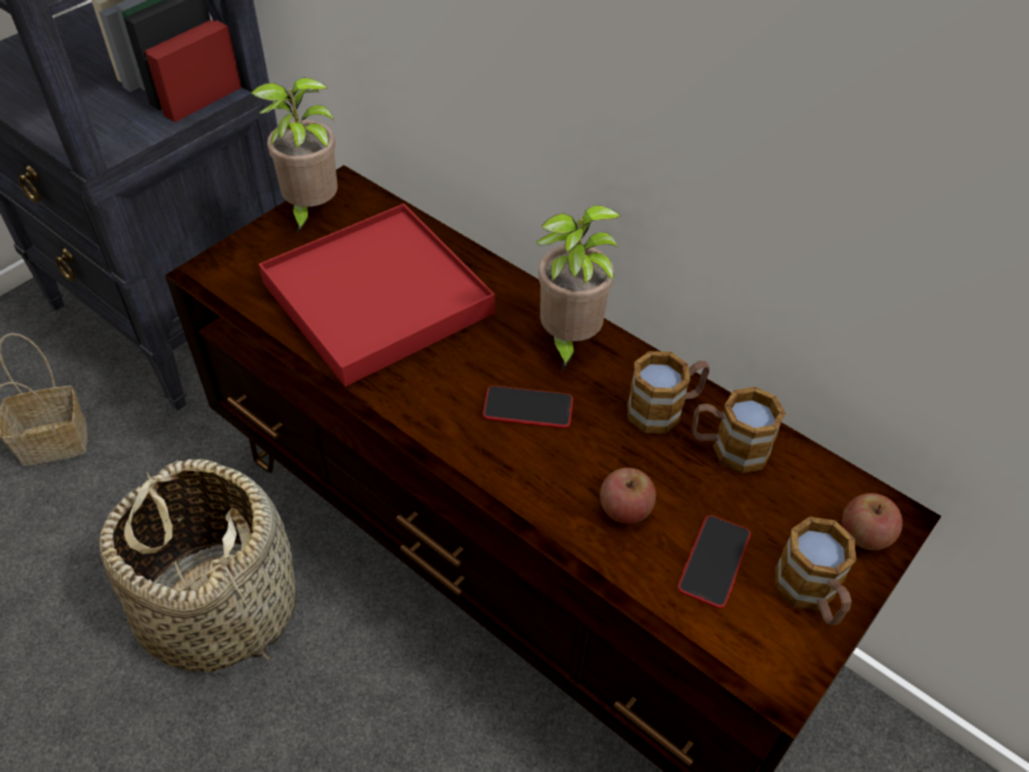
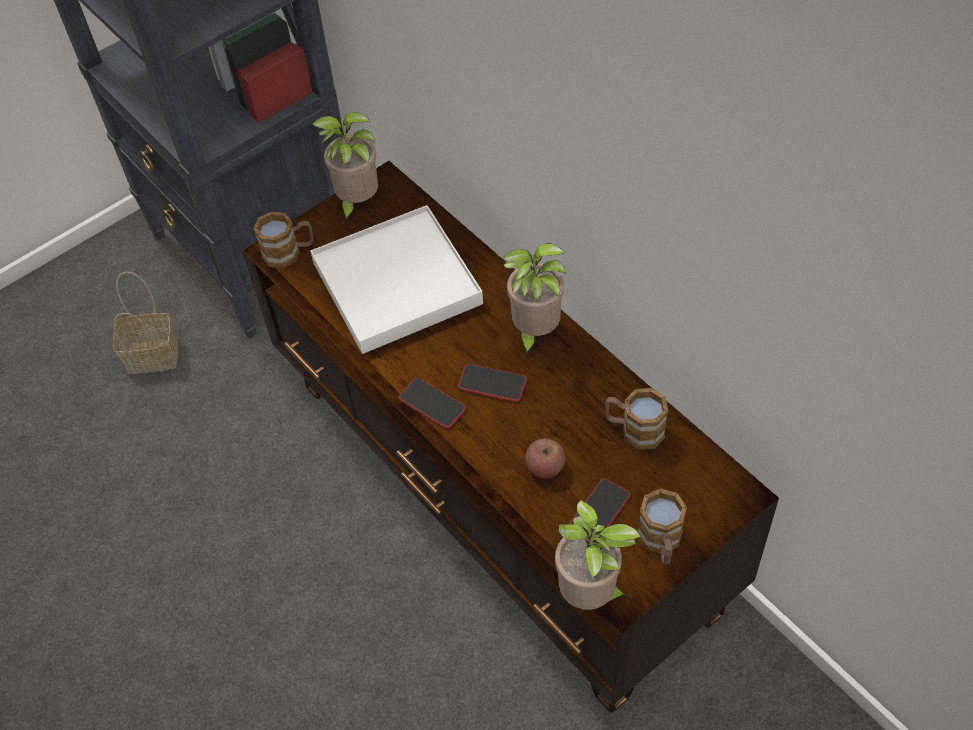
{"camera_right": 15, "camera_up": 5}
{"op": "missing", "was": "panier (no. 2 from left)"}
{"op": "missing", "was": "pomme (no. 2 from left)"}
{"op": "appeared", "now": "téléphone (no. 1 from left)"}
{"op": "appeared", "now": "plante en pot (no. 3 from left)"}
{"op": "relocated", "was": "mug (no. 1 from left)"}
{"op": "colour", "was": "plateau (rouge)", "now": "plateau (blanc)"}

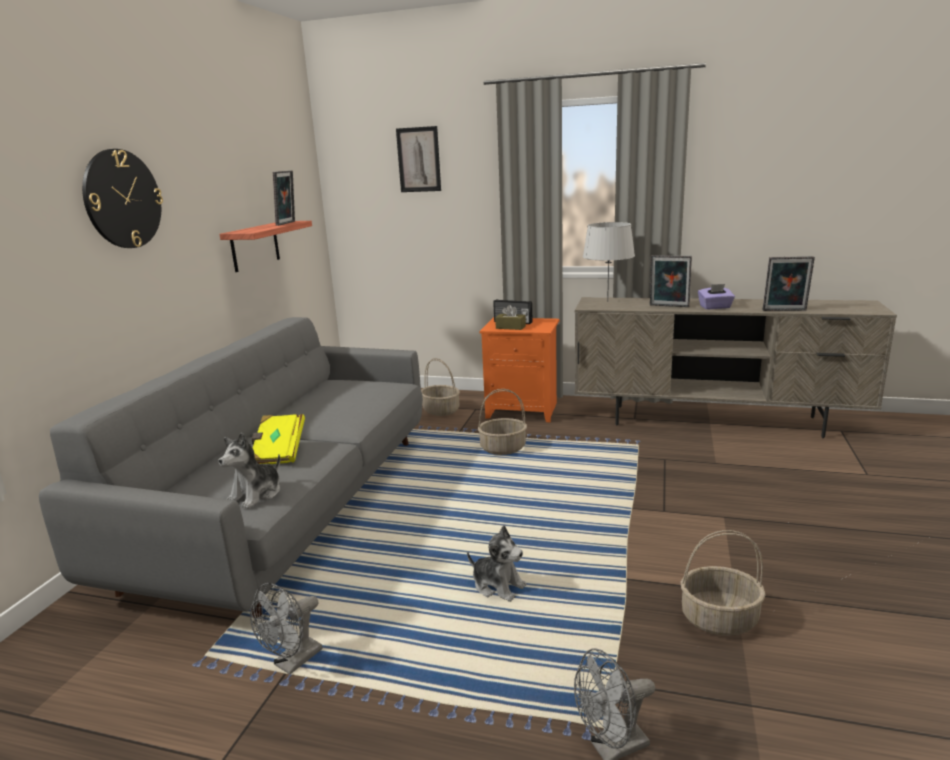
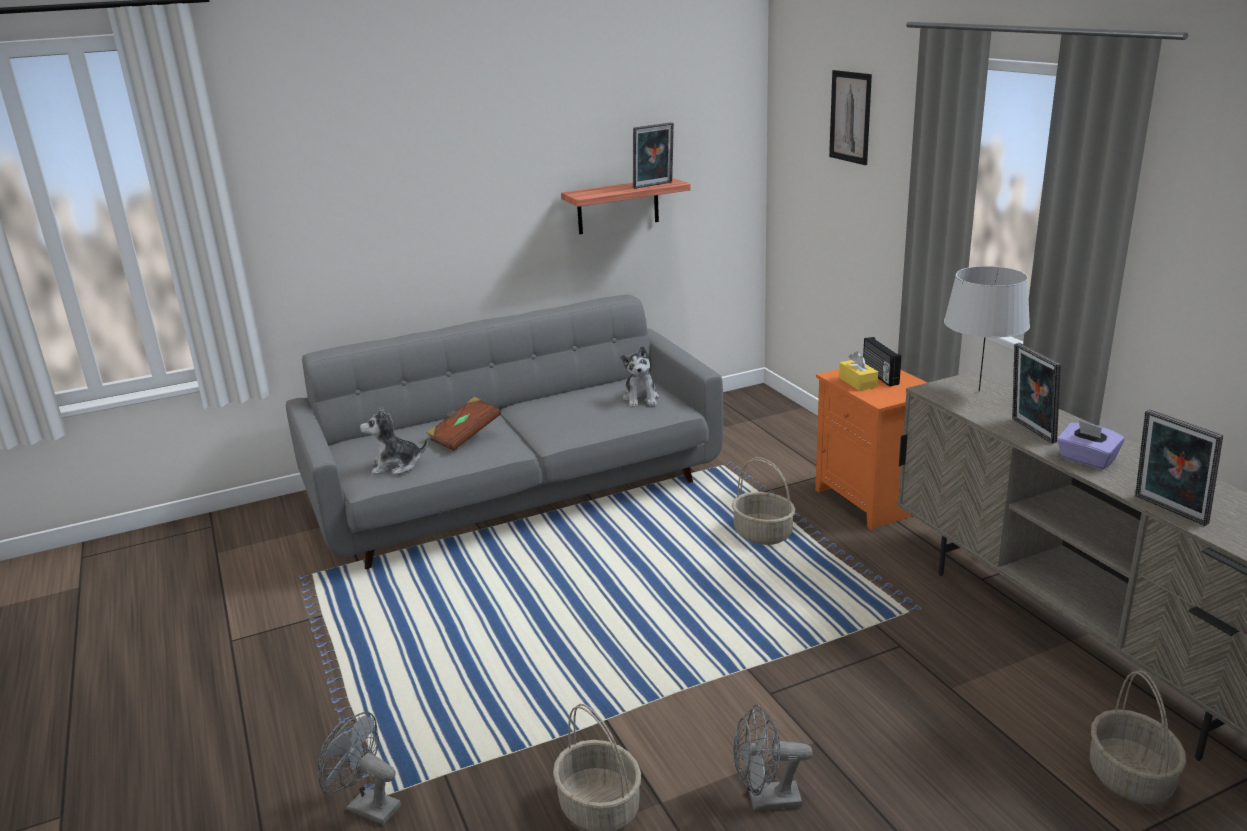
{"camera_right": 50, "camera_up": 5}
{"op": "missing", "was": "horloge murale"}
{"op": "relocated", "was": "ventilateur (gris) (no. 1 from left in the first image)", "now": "ventilateur (gris) (no. 2 from left)"}
{"op": "relocated", "was": "panier (no. 1 from left in the first image)", "now": "panier (no. 3 from left)"}
{"op": "relocated", "was": "peluche (no. 2 from left)"}
{"op": "colour", "was": "livre (jaune)", "now": "livre (marron)"}
{"op": "colour", "was": "boîte à mouchoirs (marron)", "now": "boîte à mouchoirs (jaune)"}

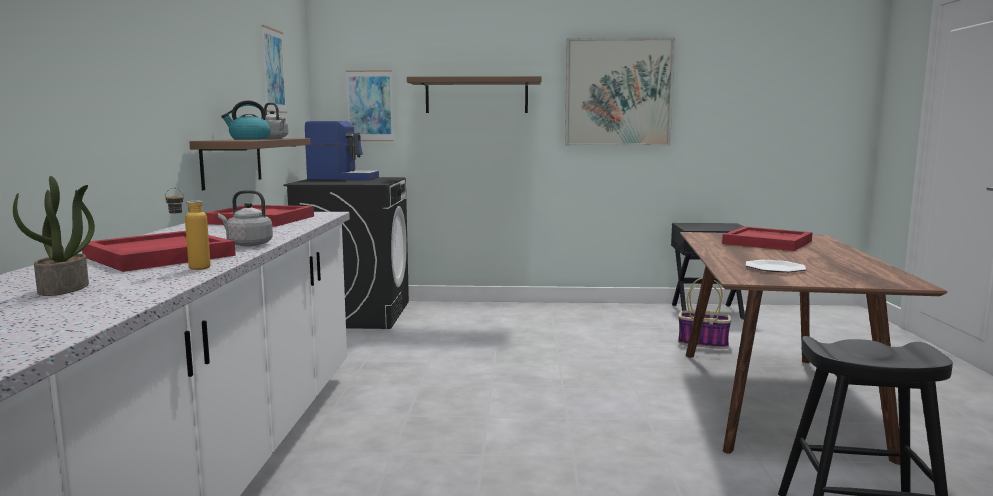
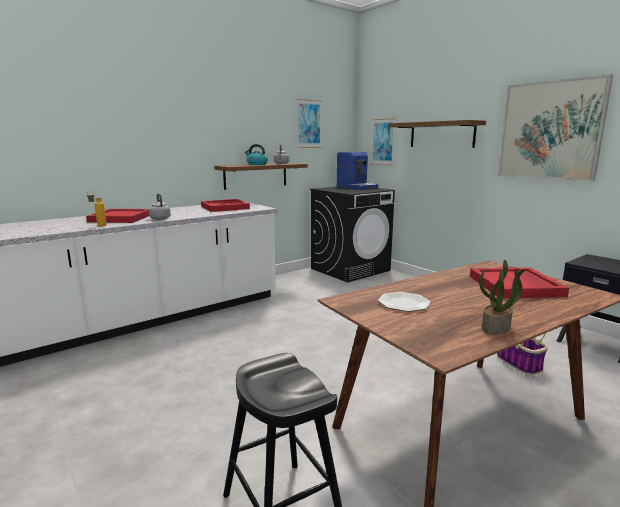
{"camera_right": 50, "camera_up": 5}
{"op": "relocated", "was": "plante en pot"}

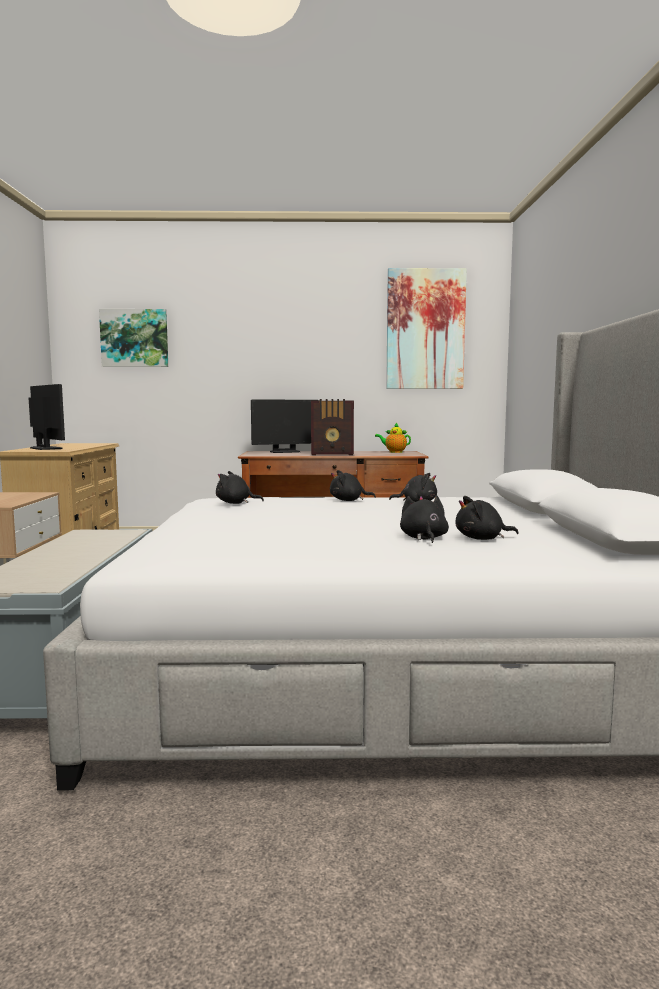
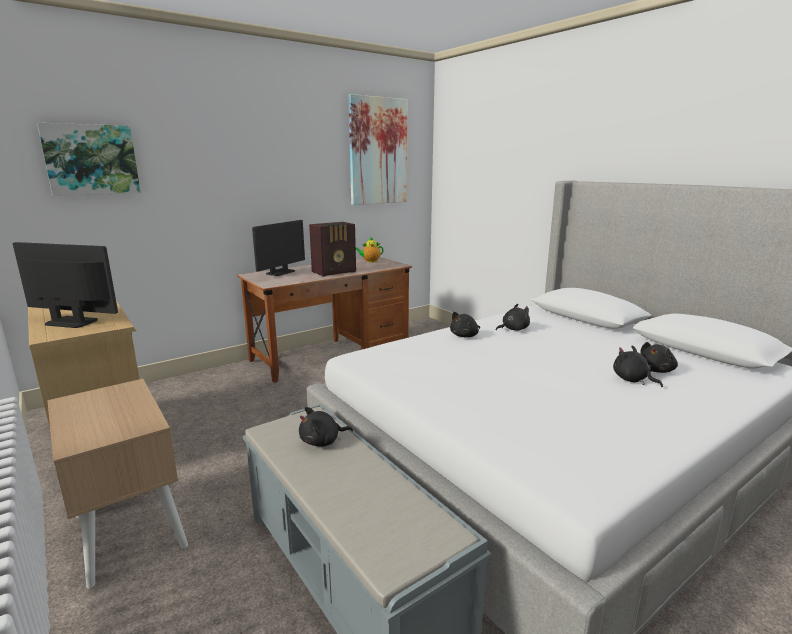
{"camera_right": -35, "camera_up": 10}
{"op": "relocated", "was": "peluche (noir) (no. 1 from left)"}

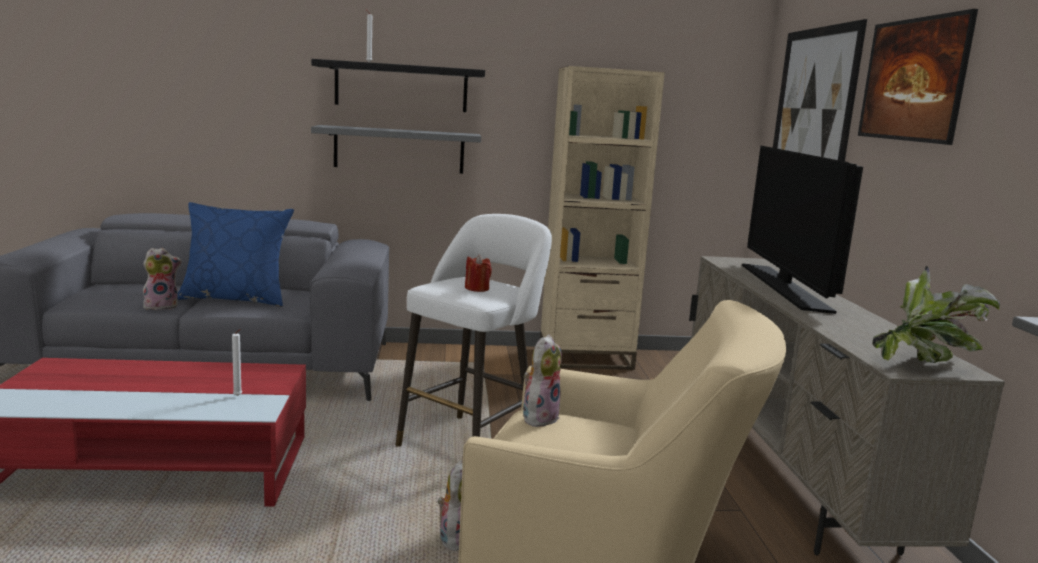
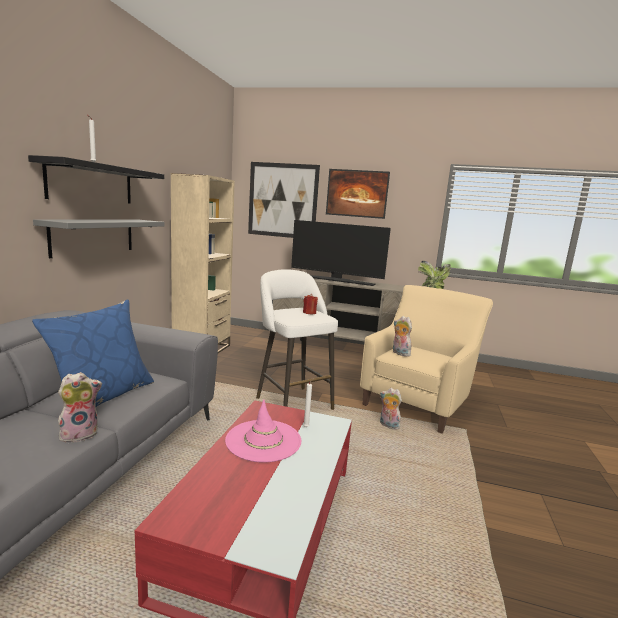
{"camera_right": -70, "camera_up": 0}
{"op": "appeared", "now": "chapeau (rose)"}
{"op": "spun", "was": "peluche (no. 1 from left)", "clockwise": 60}

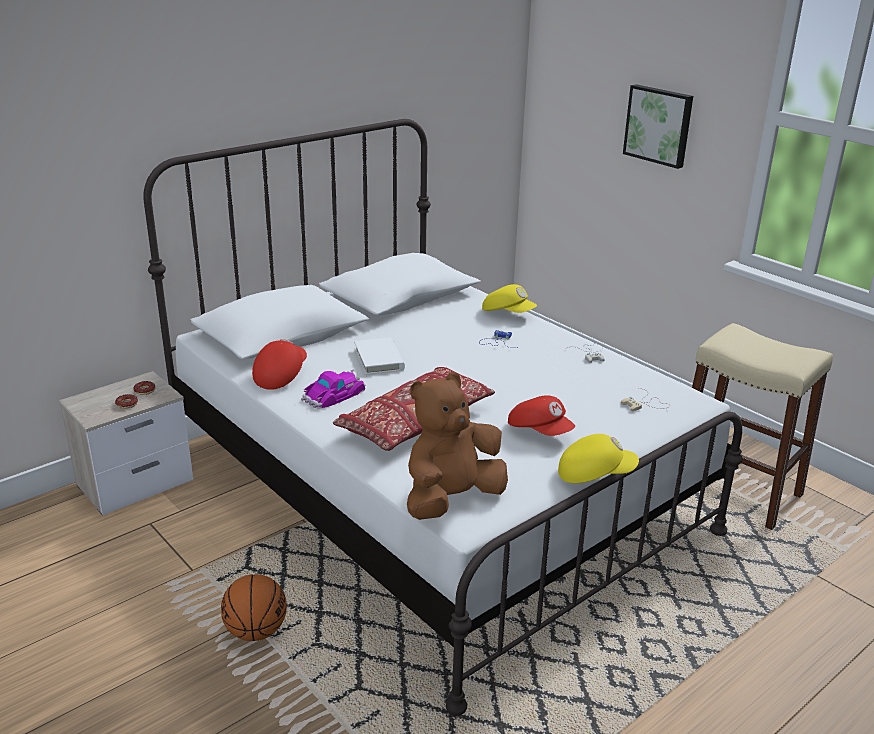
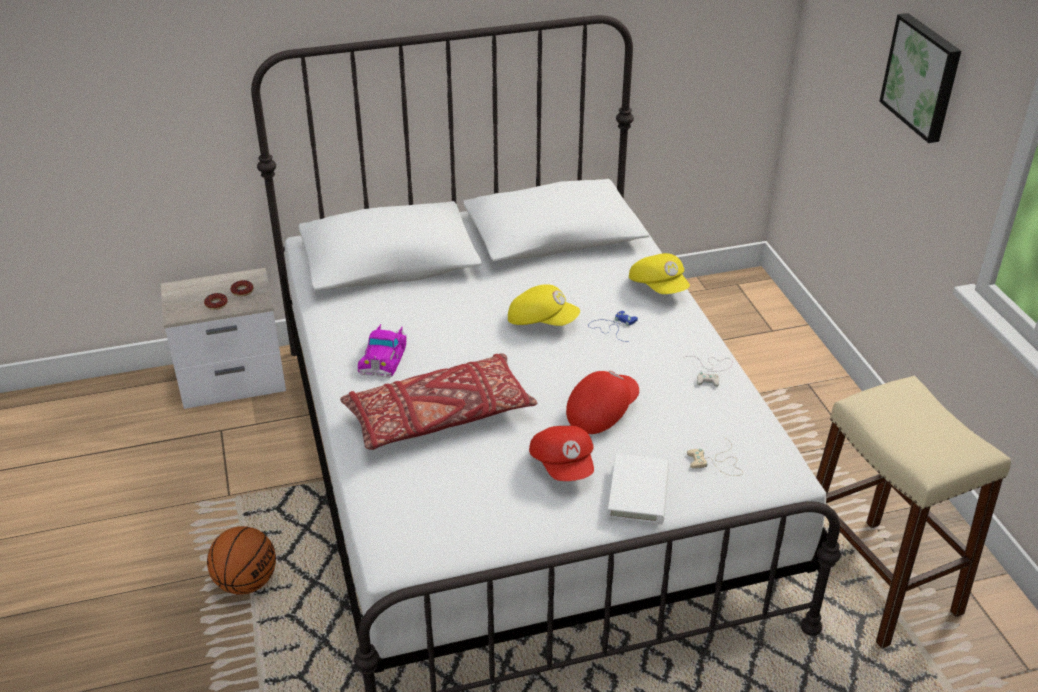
{"camera_right": 25, "camera_up": 10}
{"op": "missing", "was": "peluche (marron)"}
{"op": "relocated", "was": "casquette (rouge) (no. 1 from left in the first image)", "now": "casquette (rouge) (no. 2 from left)"}
{"op": "relocated", "was": "livre (blanc)"}
{"op": "relocated", "was": "casquette (jaune) (no. 2 from left in the first image)", "now": "casquette (jaune) (no. 1 from left)"}
{"op": "spun", "was": "petite voiture", "clockwise": 120}

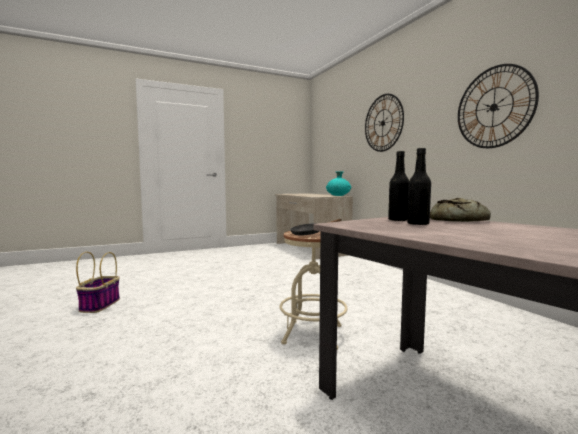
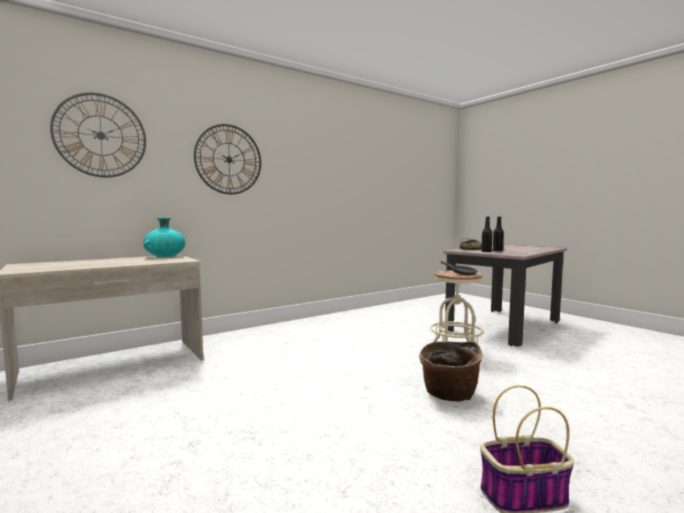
{"camera_right": -100, "camera_up": 0}
{"op": "appeared", "now": "panier (no. 1 from left)"}
{"op": "relocated", "was": "horloge murale (no. 2 from left in the first image)", "now": "horloge murale (no. 1 from left)"}

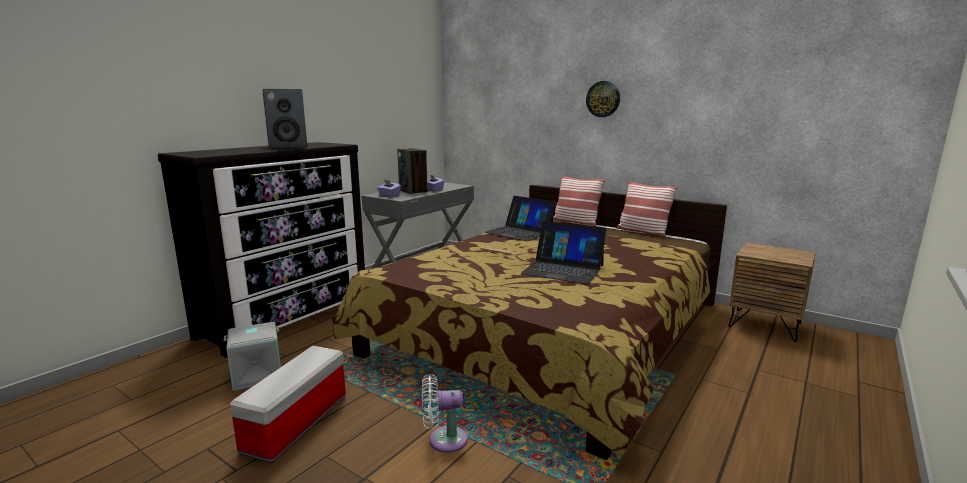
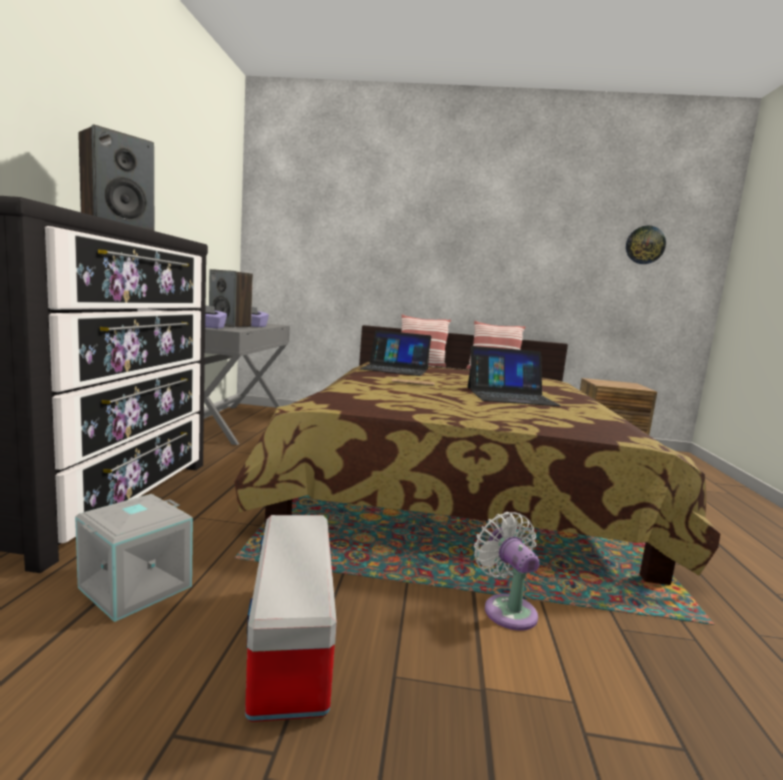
{"camera_right": -30, "camera_up": -5}
{"op": "relocated", "was": "horloge murale"}
{"op": "spun", "was": "ventilateur (blanc)", "clockwise": 105}

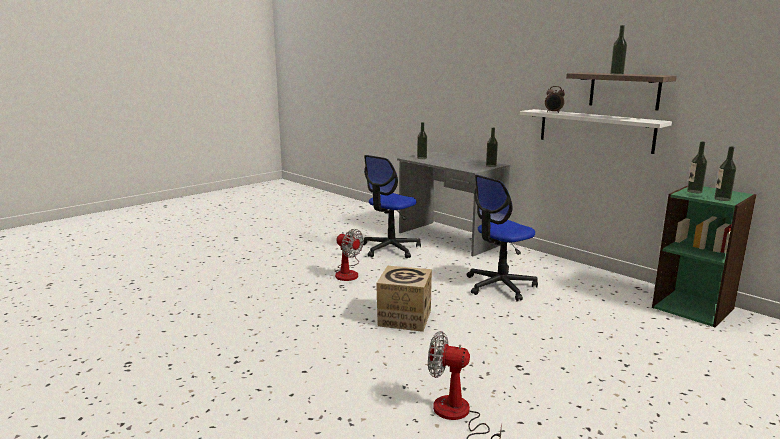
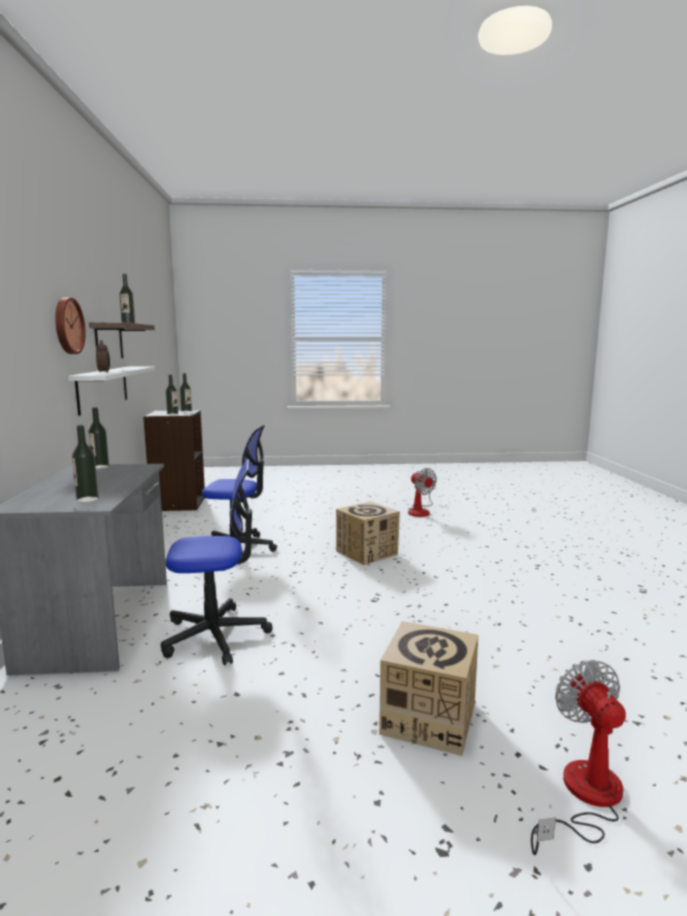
{"camera_right": -140, "camera_up": -5}
{"op": "appeared", "now": "horloge murale"}
{"op": "appeared", "now": "carton (no. 2 from left)"}
{"op": "relocated", "was": "ventilateur (no. 1 from left in the first image)", "now": "ventilateur (no. 2 from left)"}
{"op": "colour", "was": "bibliothèque (vert)", "now": "bibliothèque (noir)"}

